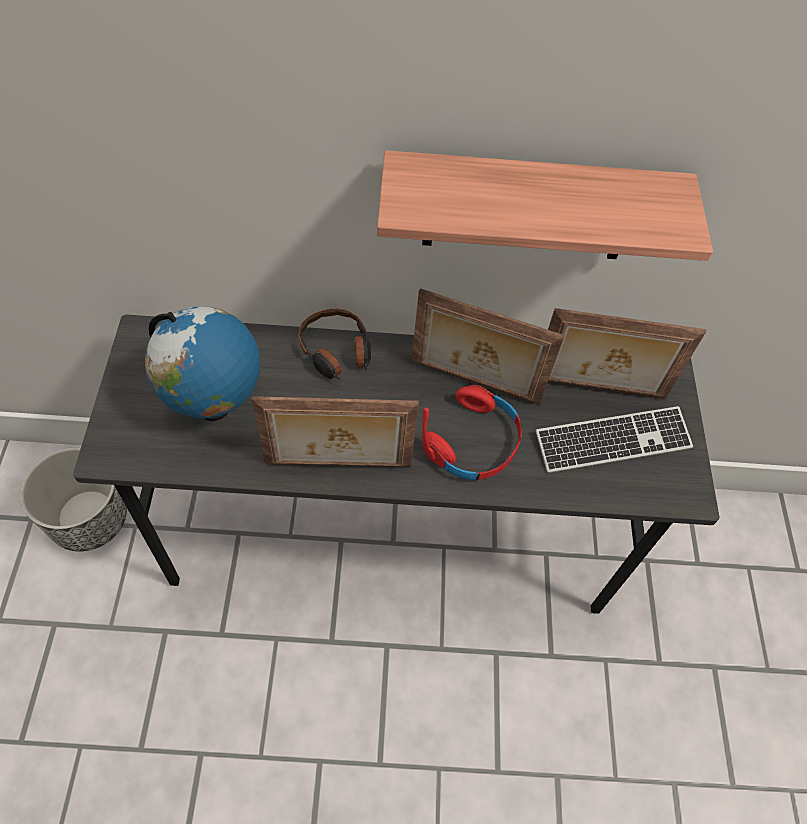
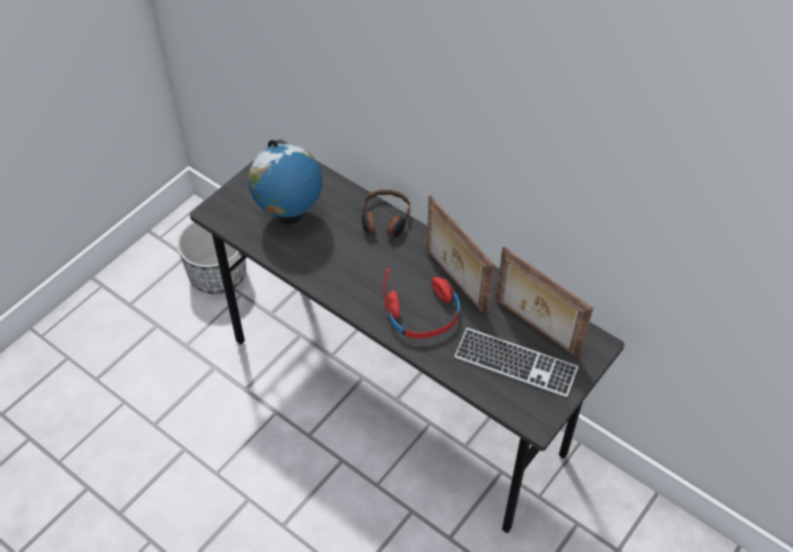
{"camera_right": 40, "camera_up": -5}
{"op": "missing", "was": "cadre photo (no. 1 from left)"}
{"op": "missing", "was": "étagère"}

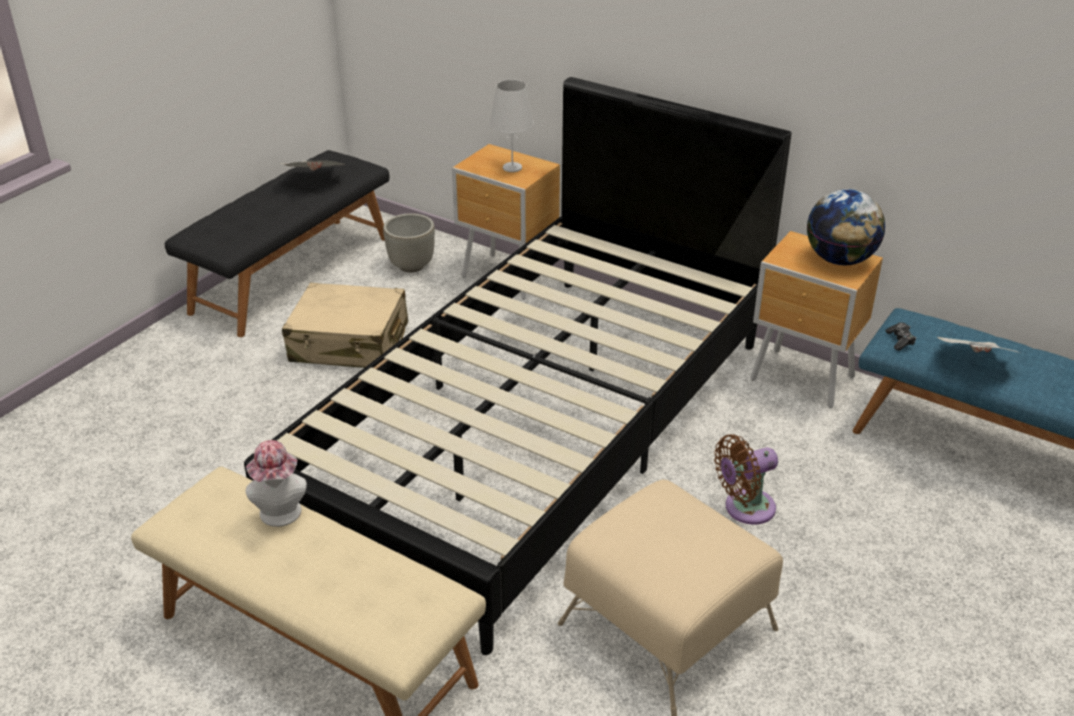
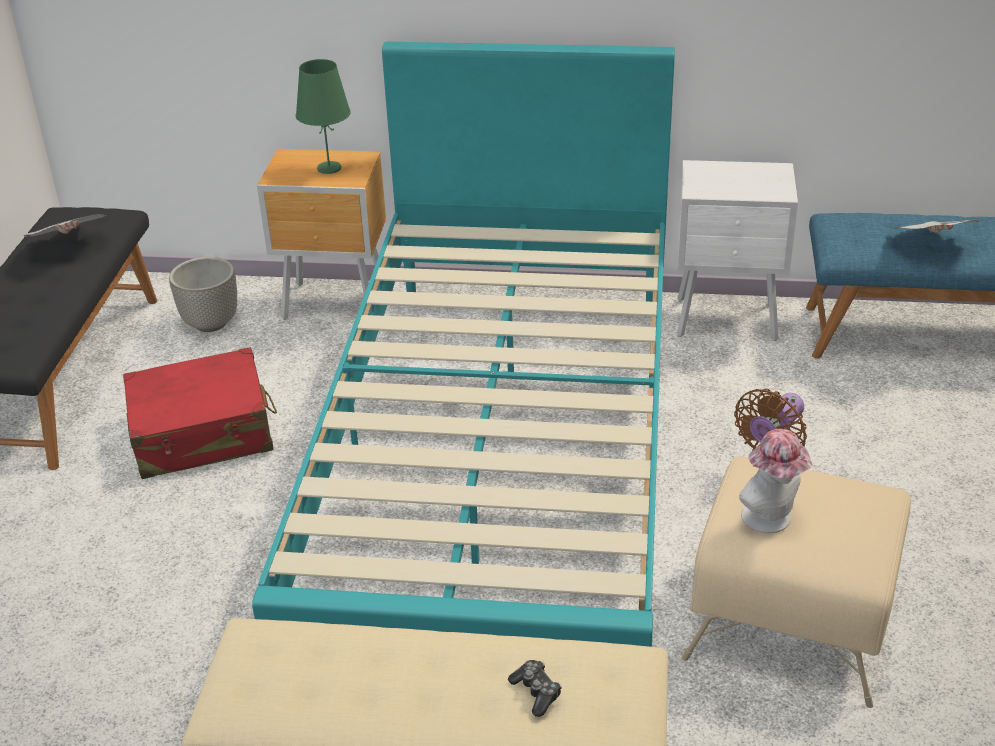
{"camera_right": -25, "camera_up": 0}
{"op": "missing", "was": "globe"}
{"op": "relocated", "was": "chapeau"}
{"op": "relocated", "was": "manette"}
{"op": "colour", "was": "lit (noir)", "now": "lit (turquoise)"}
{"op": "colour", "was": "valise (beige)", "now": "valise (rouge)"}
{"op": "colour", "was": "lampe de table (blanc)", "now": "lampe de table (vert)"}
{"op": "colour", "was": "table de chevet (marron) (no. 2 from left)", "now": "table de chevet (blanc)"}

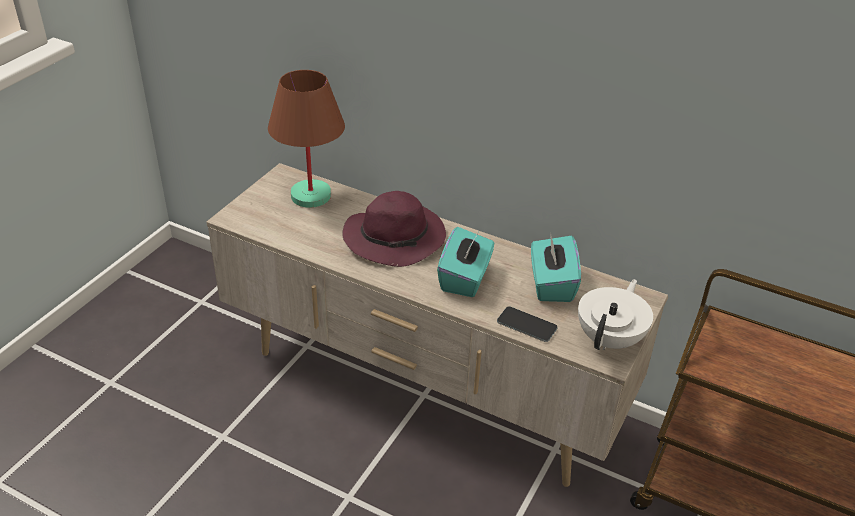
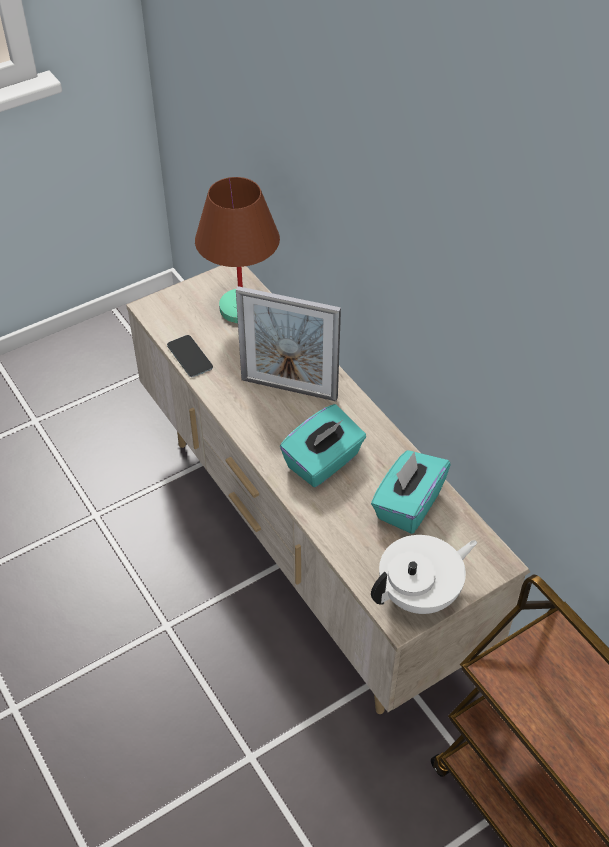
{"camera_right": 30, "camera_up": 10}
{"op": "relocated", "was": "téléphone"}
{"op": "exchanged", "was": "chapeau (violet)", "now": "cadre photo"}

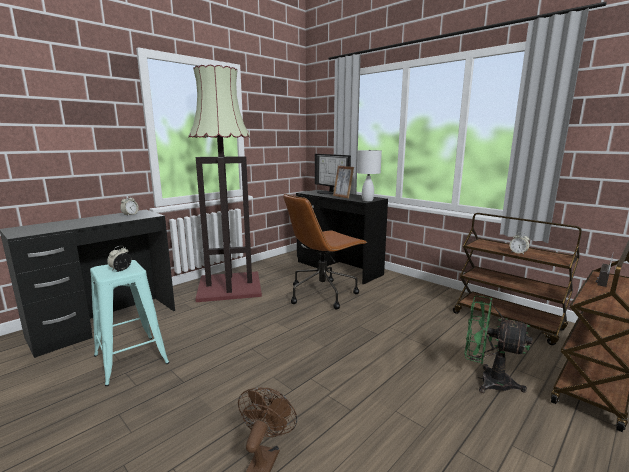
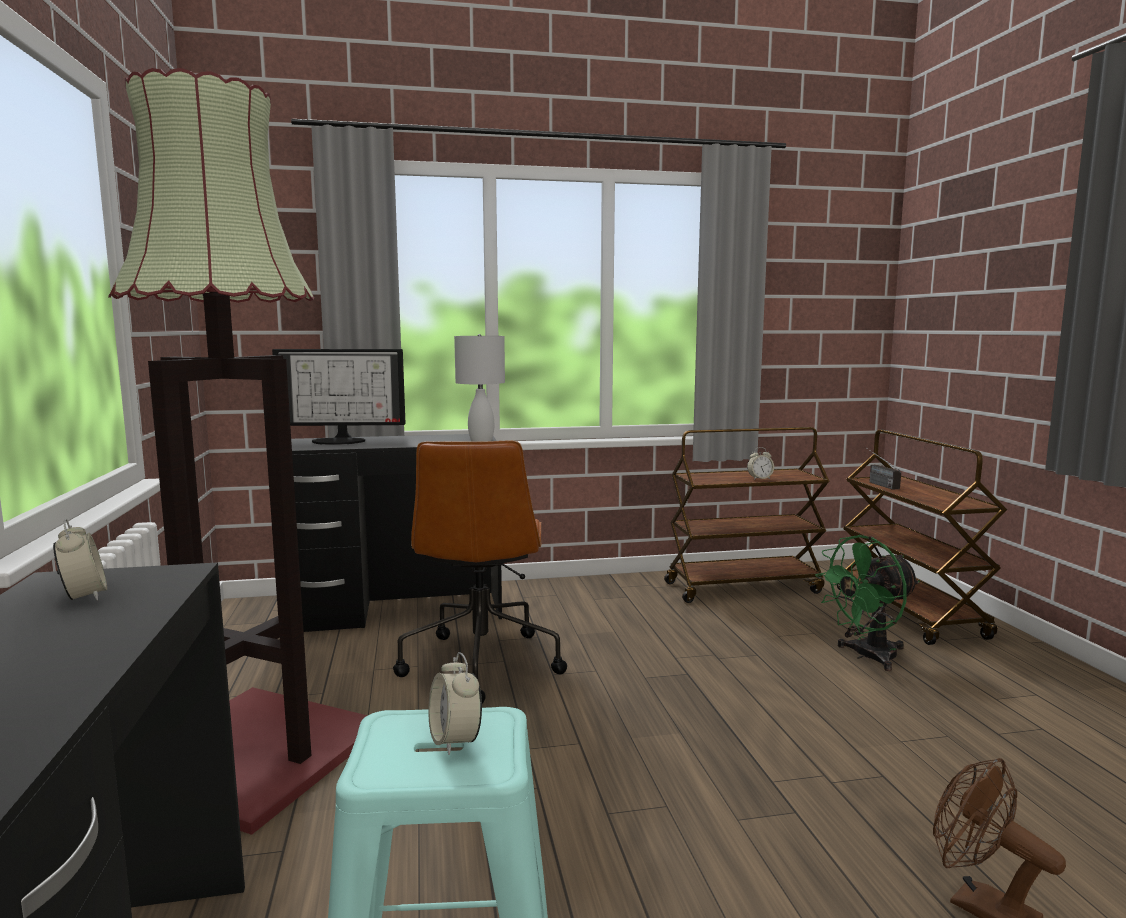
{"camera_right": -55, "camera_up": -5}
{"op": "missing", "was": "cadre photo"}

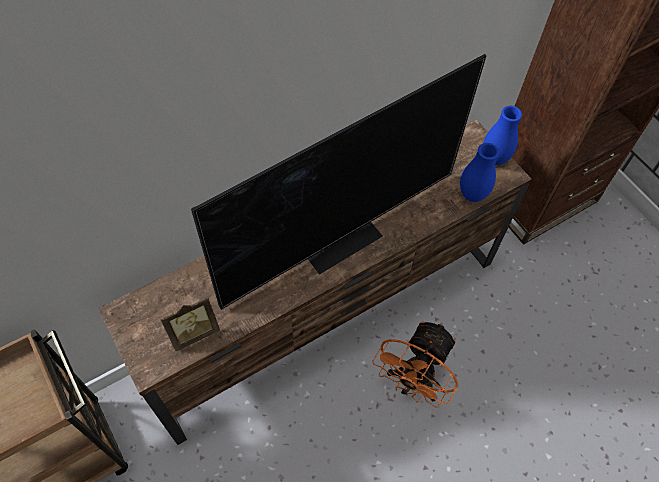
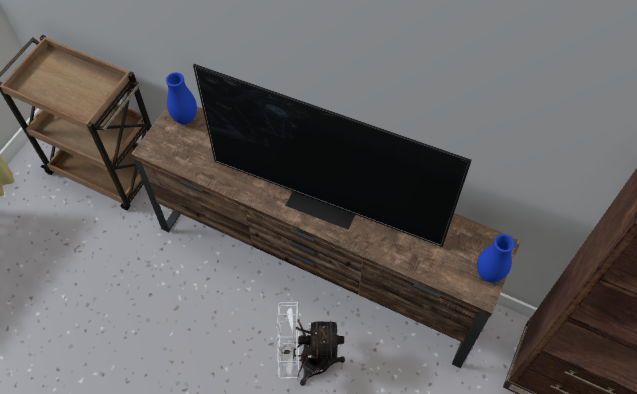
{"camera_right": 60, "camera_up": 0}
{"op": "missing", "was": "cadre photo"}
{"op": "relocated", "was": "vase (bleu) (no. 1 from left)"}
{"op": "colour", "was": "ventilateur (orange)", "now": "ventilateur (blanc)"}

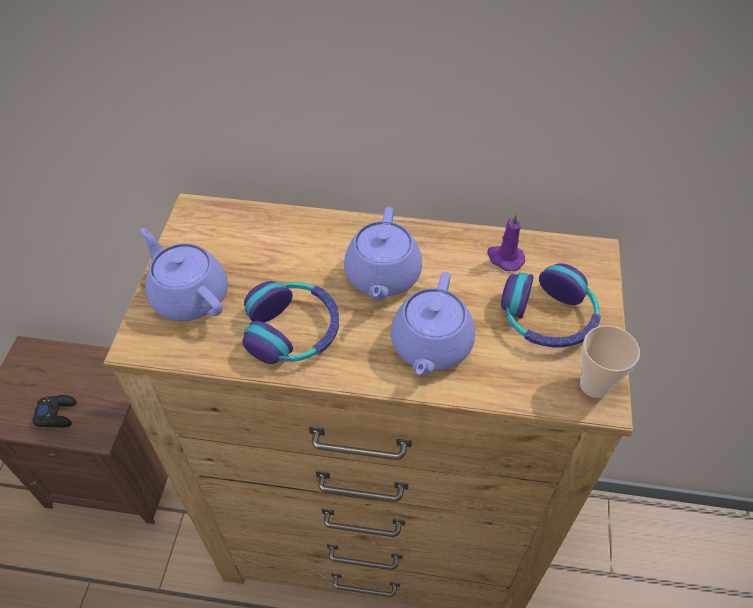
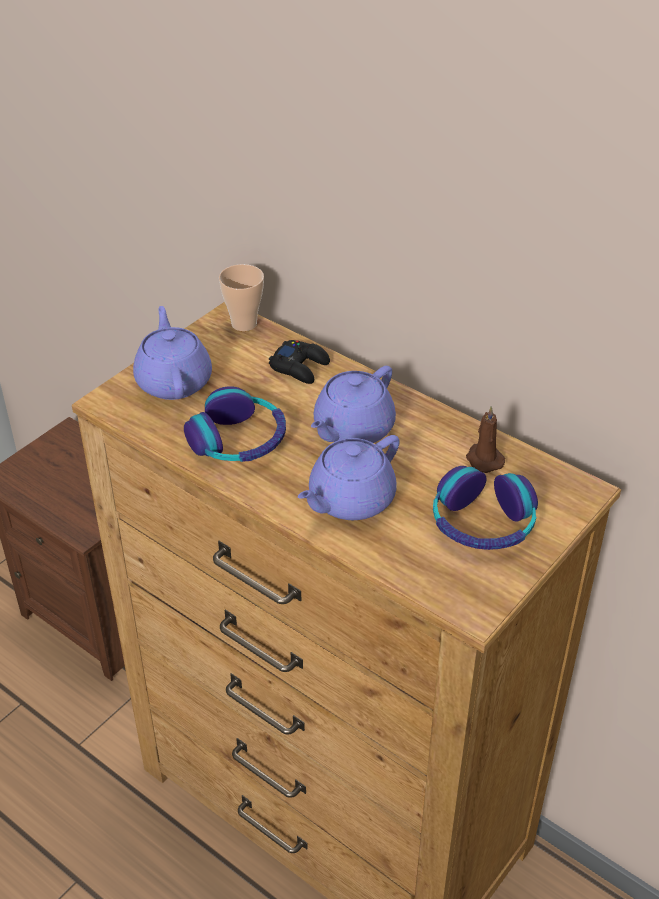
{"camera_right": 30, "camera_up": -10}
{"op": "relocated", "was": "manette (noir)"}
{"op": "relocated", "was": "tasse"}
{"op": "colour", "was": "bougie (violet)", "now": "bougie (marron)"}

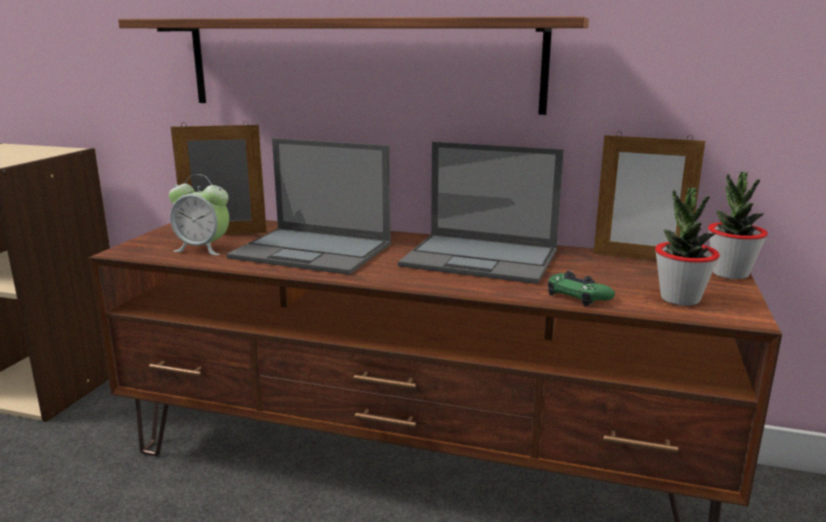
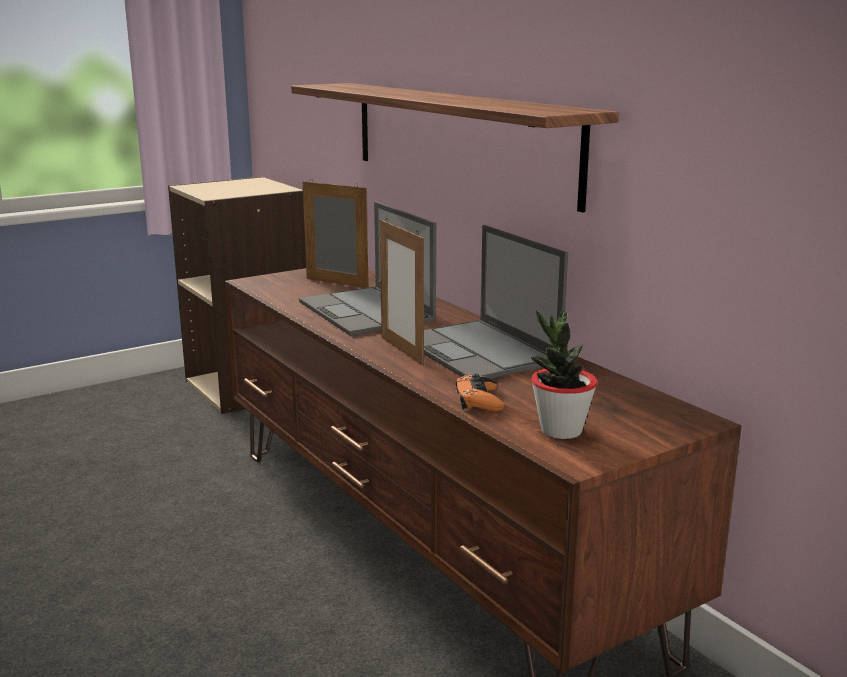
{"camera_right": 40, "camera_up": 0}
{"op": "missing", "was": "réveil"}
{"op": "missing", "was": "plante en pot (no. 2 from left)"}
{"op": "relocated", "was": "cadre photo (no. 2 from left)"}
{"op": "colour", "was": "manette (vert)", "now": "manette (orange)"}

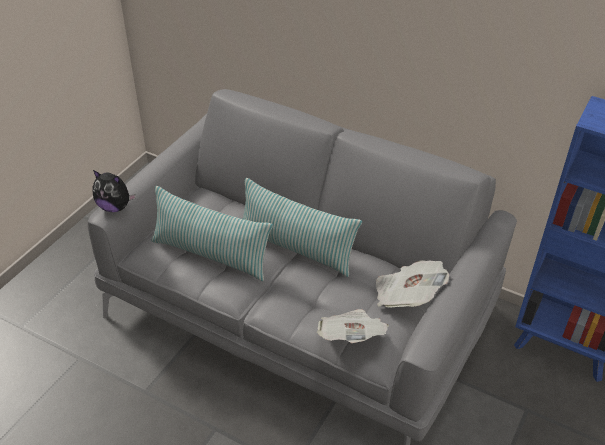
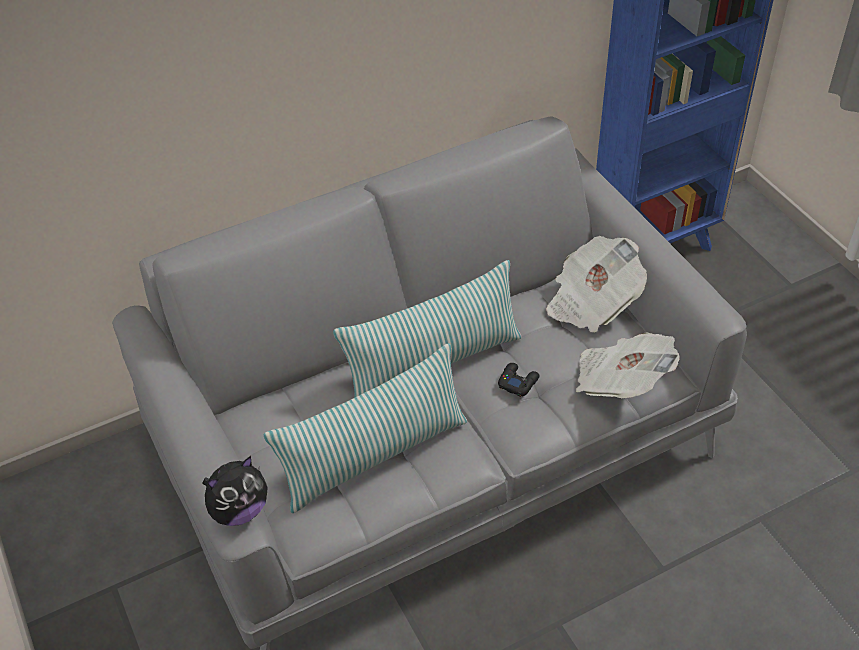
{"camera_right": -55, "camera_up": 5}
{"op": "appeared", "now": "manette (noir)"}

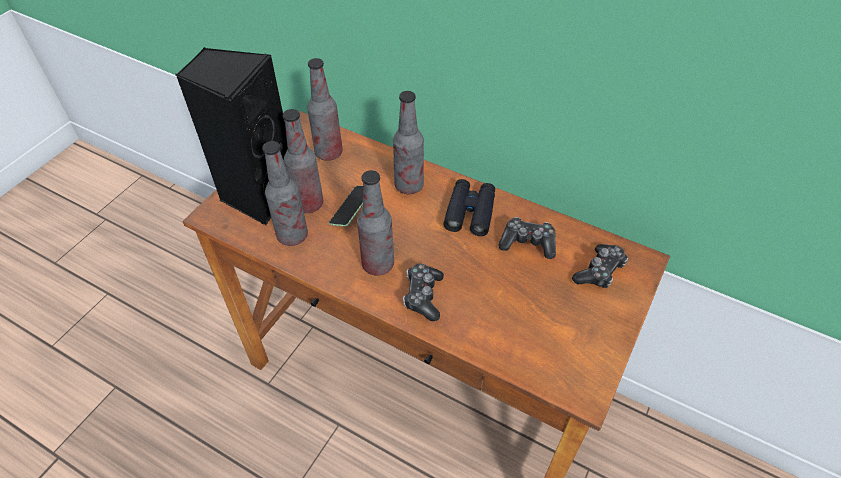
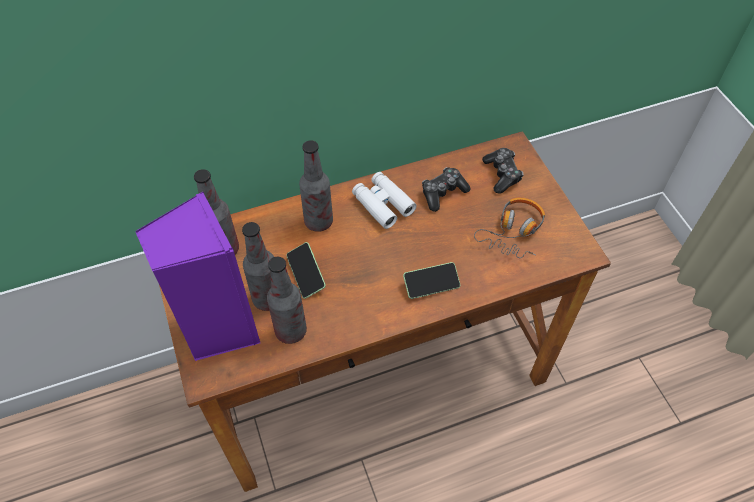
{"camera_right": -50, "camera_up": 5}
{"op": "missing", "was": "bouteille (no. 4 from left)"}
{"op": "appeared", "now": "casque audio"}
{"op": "exchanged", "was": "manette (no. 1 from left)", "now": "téléphone (no. 2 from left)"}
{"op": "colour", "was": "enceinte (noir)", "now": "enceinte (violet)"}
{"op": "colour", "was": "jumelles (noir)", "now": "jumelles (blanc)"}

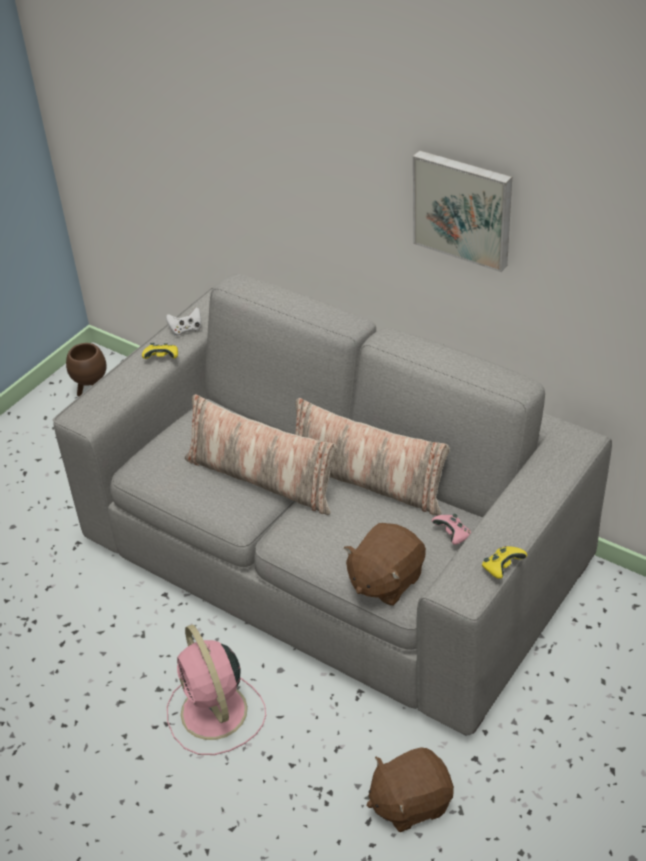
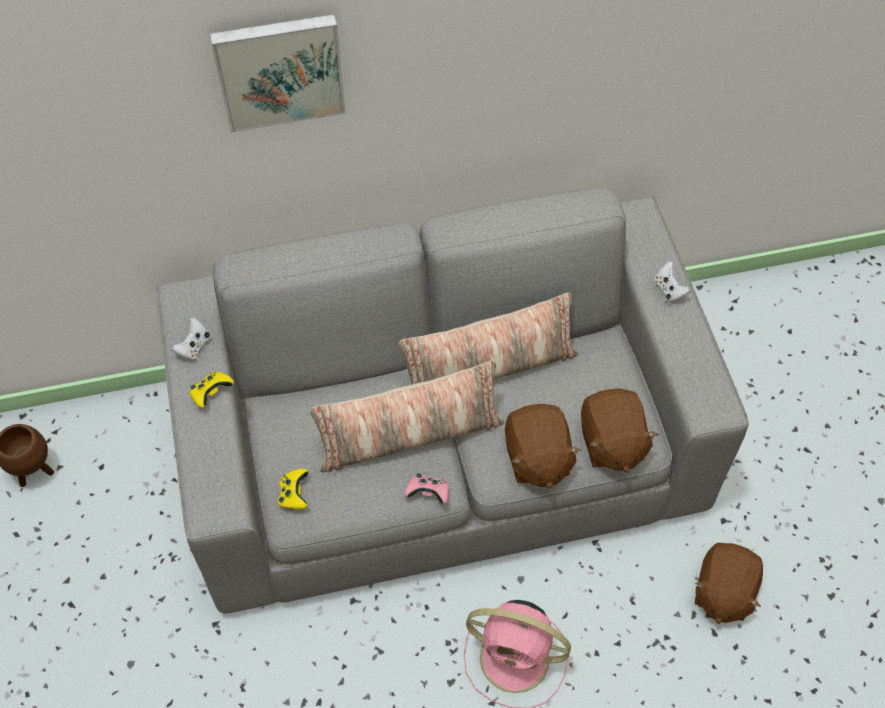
{"camera_right": -50, "camera_up": 15}
{"op": "appeared", "now": "peluche (marron) (no. 1 from left)"}
{"op": "appeared", "now": "manette (blanc) (no. 2 from left)"}
{"op": "relocated", "was": "tableau"}
{"op": "relocated", "was": "manette (rose)"}
{"op": "relocated", "was": "manette (jaune) (no. 2 from left)"}

